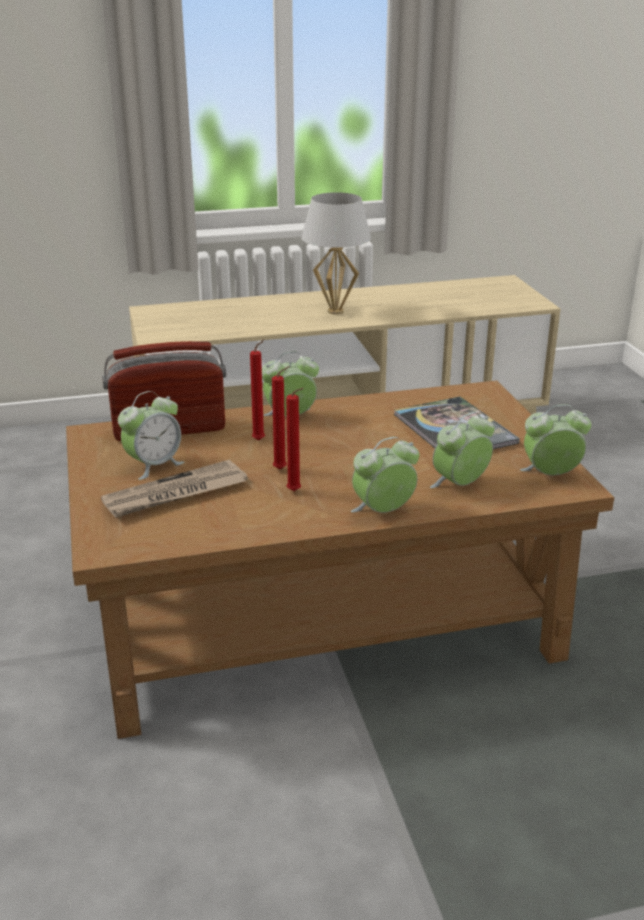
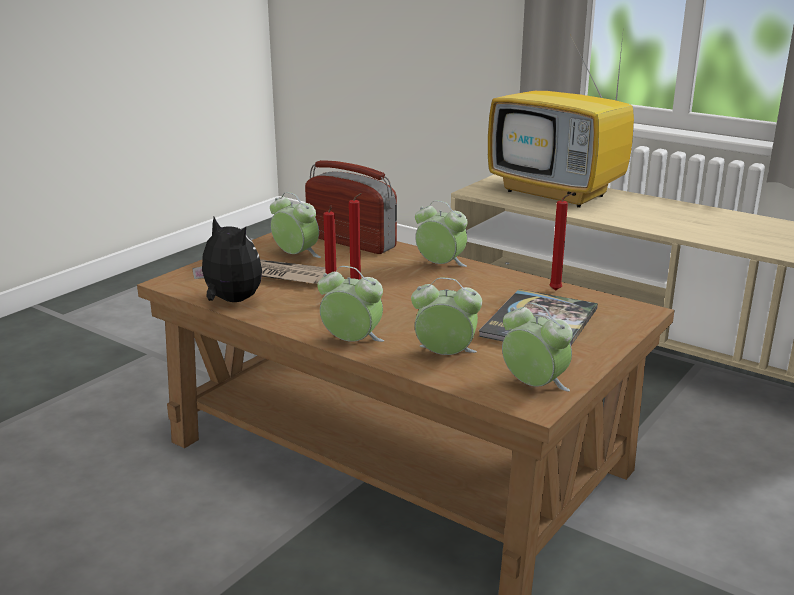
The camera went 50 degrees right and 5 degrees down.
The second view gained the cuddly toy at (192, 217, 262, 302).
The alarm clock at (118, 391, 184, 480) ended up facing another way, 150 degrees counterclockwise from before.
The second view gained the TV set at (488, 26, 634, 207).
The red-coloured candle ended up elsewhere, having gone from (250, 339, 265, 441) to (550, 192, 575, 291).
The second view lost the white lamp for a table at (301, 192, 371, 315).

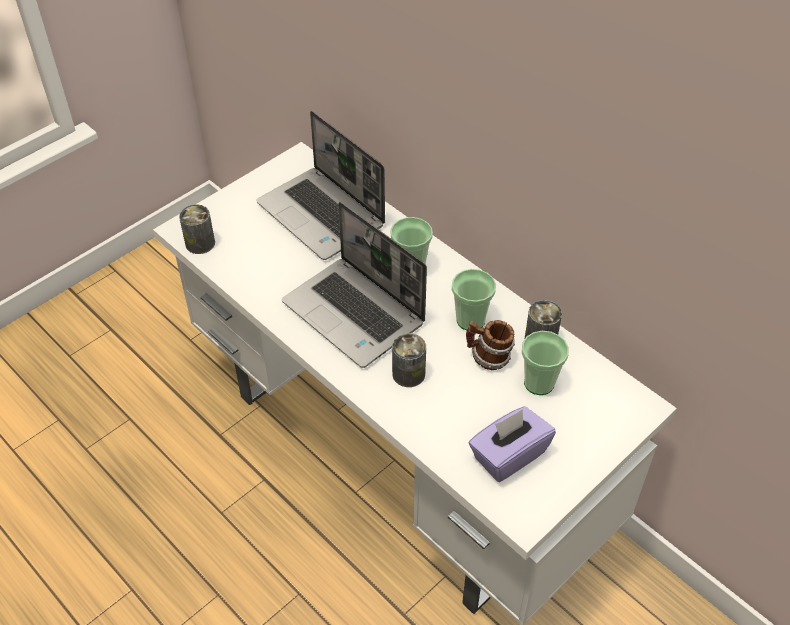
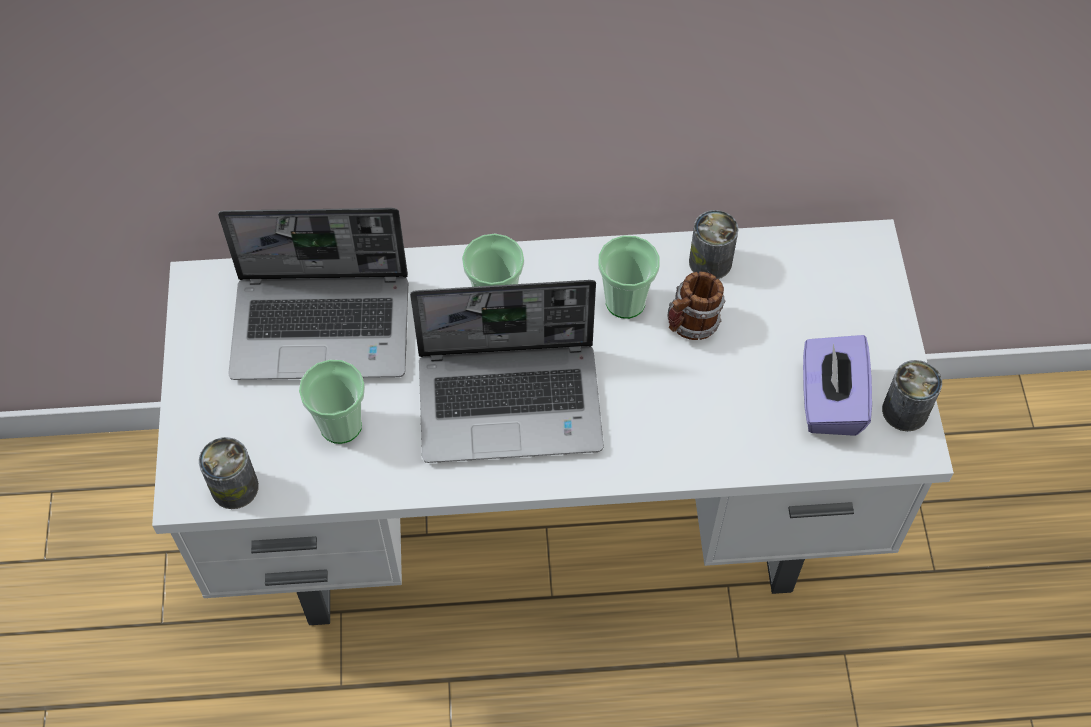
The camera went 50 degrees left and 10 degrees up.
The small cup ended up elsewhere, having gone from (522, 331, 569, 395) to (299, 360, 365, 444).
The metal can ended up elsewhere, having gone from (392, 333, 426, 387) to (882, 360, 942, 431).

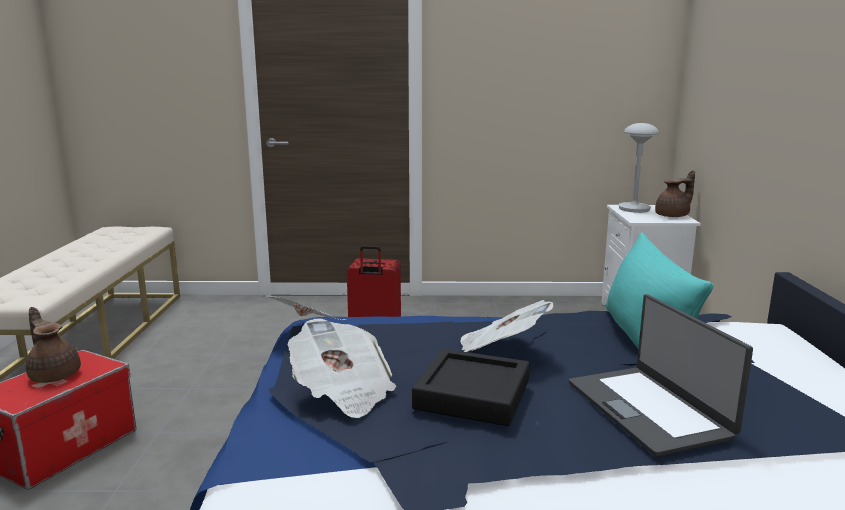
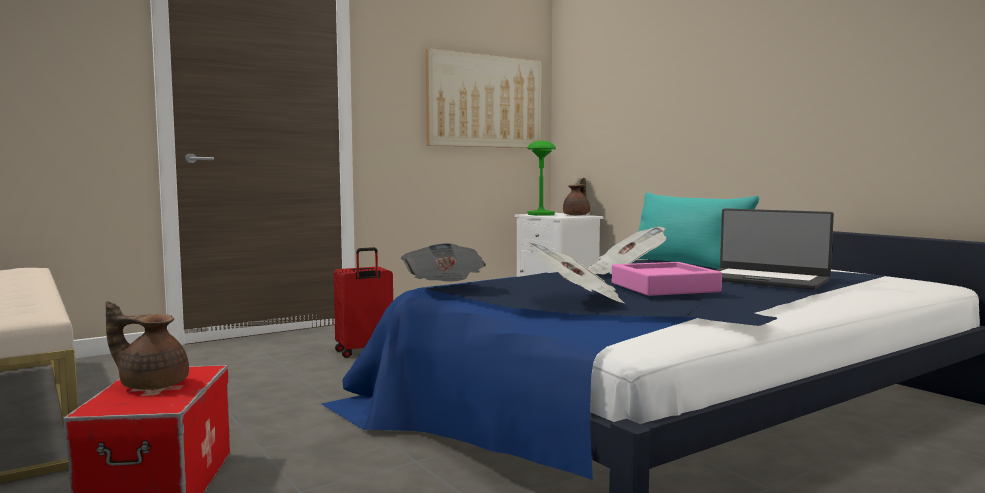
The camera went 35 degrees left and 10 degrees down.
The second view gained the wall picture at (426, 48, 542, 148).
What was the grey lamp for a table at (618, 123, 659, 213) turned into the green-coloured lamp for a table at (527, 141, 556, 216).
What was the black-coloured tray at (412, 349, 530, 426) turned into the pink tray at (612, 262, 722, 296).

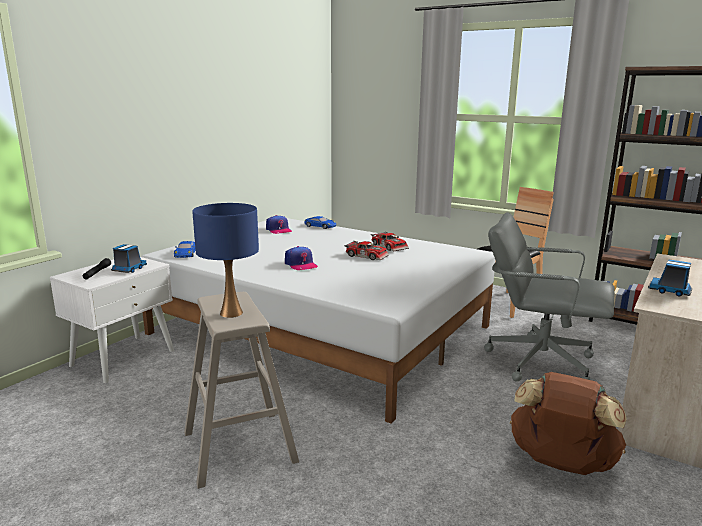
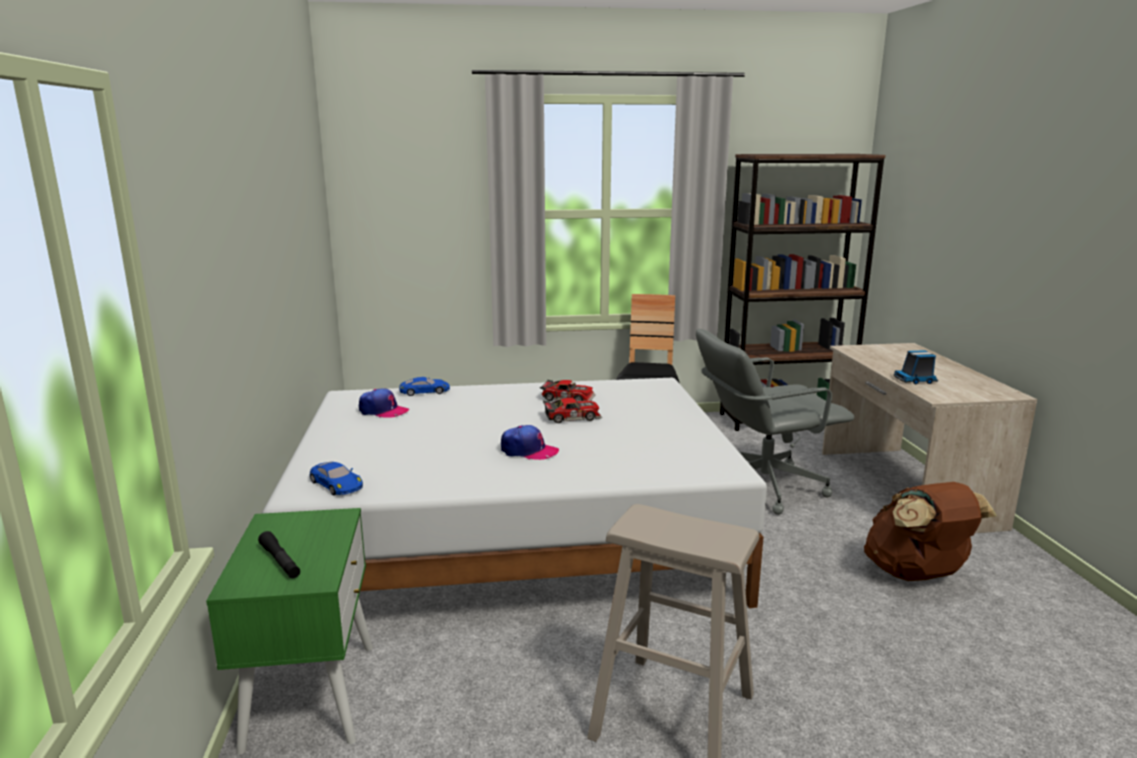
The camera went 40 degrees left and 0 degrees up.
What was the white night table at (50, 257, 174, 383) turned into the green-coloured night table at (206, 508, 373, 755).
The second view lost the toy truck at (111, 244, 147, 273).
The second view lost the blue lamp for a table at (192, 203, 259, 318).

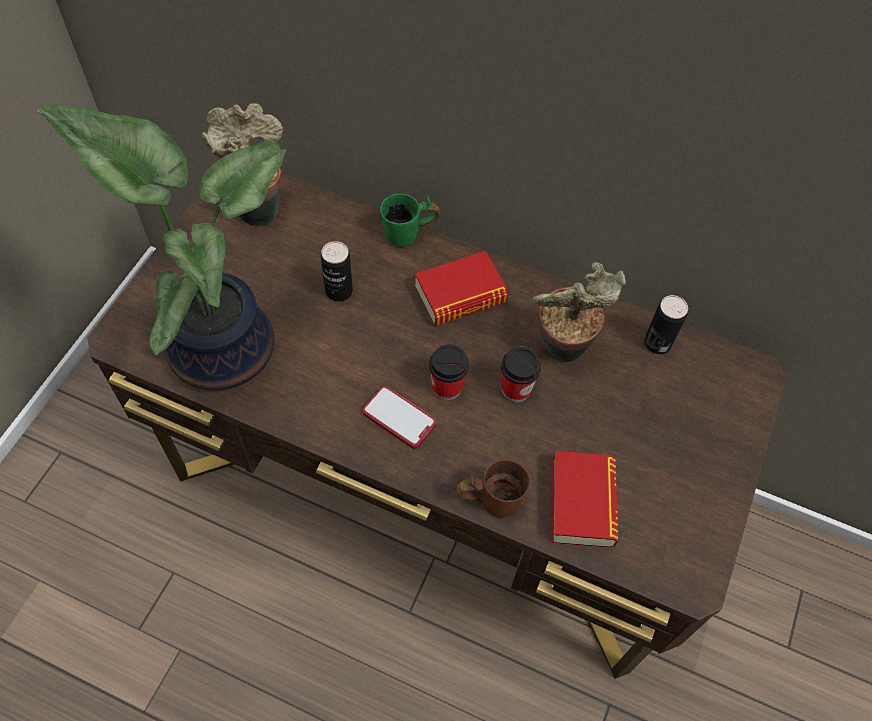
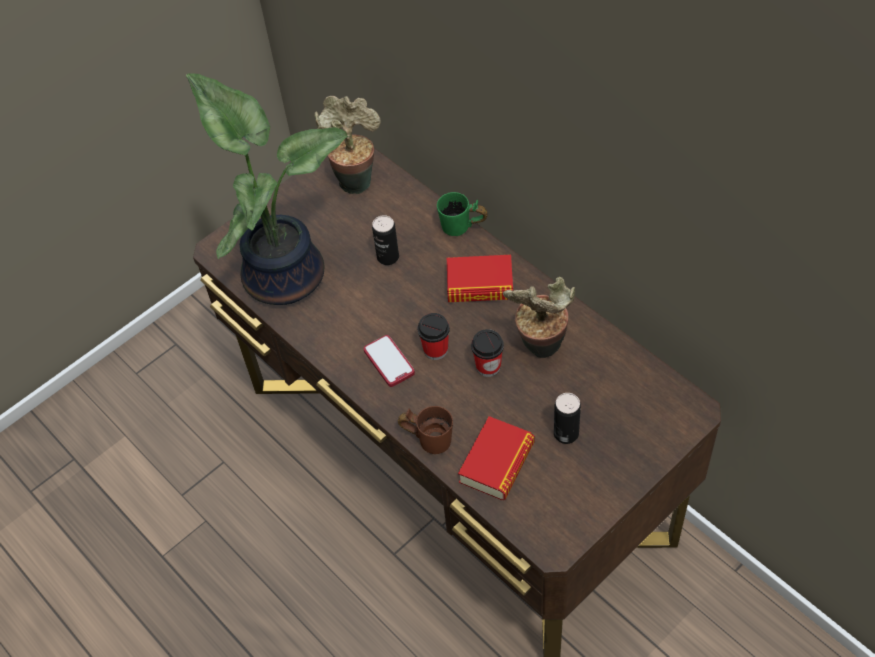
The camera went 30 degrees right and 5 degrees down.
The metal can ended up elsewhere, having gone from (644, 295, 688, 354) to (554, 393, 581, 444).

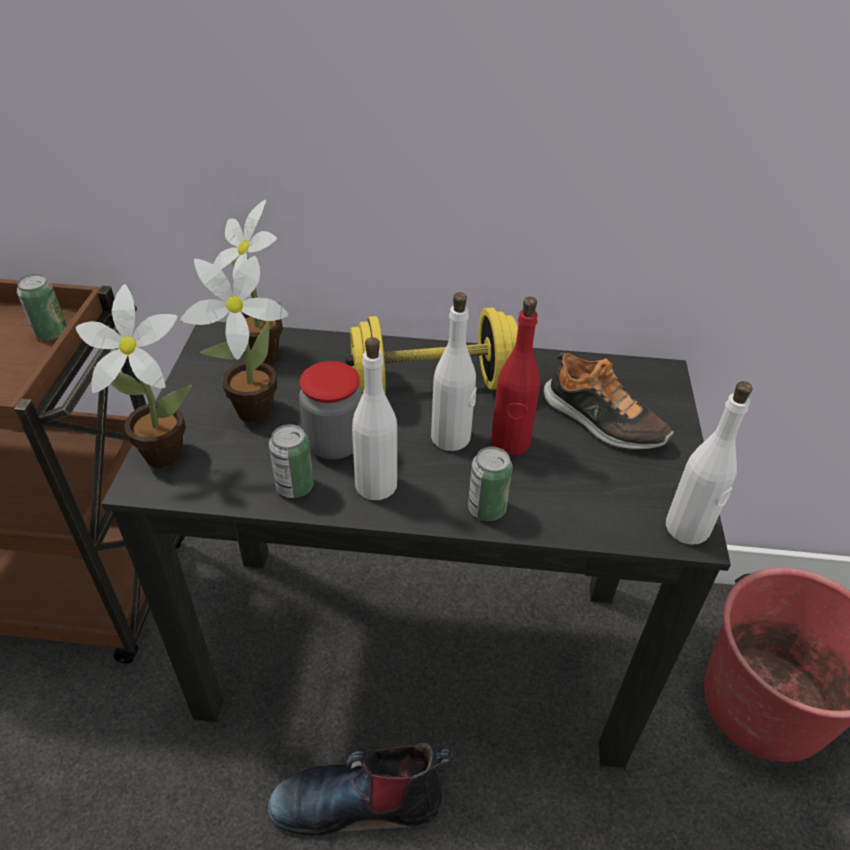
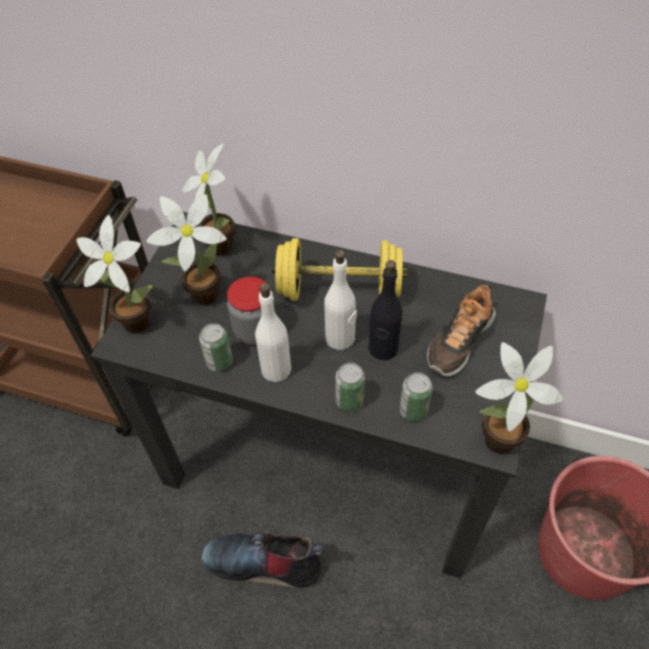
The camera went 15 degrees right and 10 degrees up.
What was the red-coloured beverage bottle at (491, 297, 540, 455) turned into the black-coloured beverage bottle at (368, 260, 402, 360).
The metal can ended up elsewhere, having gone from (17, 274, 67, 340) to (400, 372, 433, 422).
The item of footwear at (543, 352, 674, 450) ended up facing another way, 75 degrees clockwise from before.
Where the white beverage bottle stood at (666, 381, 752, 545), the houseplant came to stand at (475, 342, 563, 454).

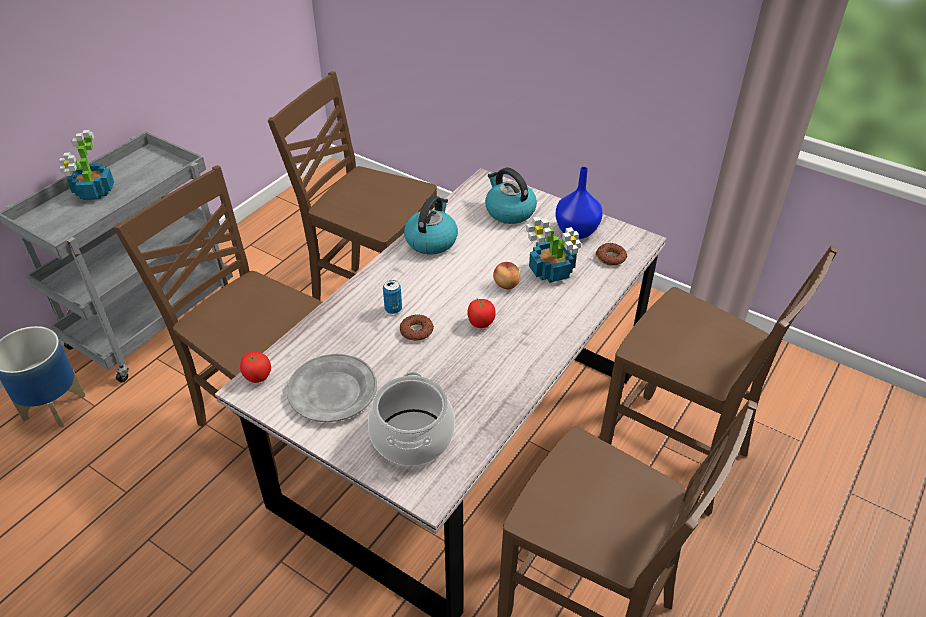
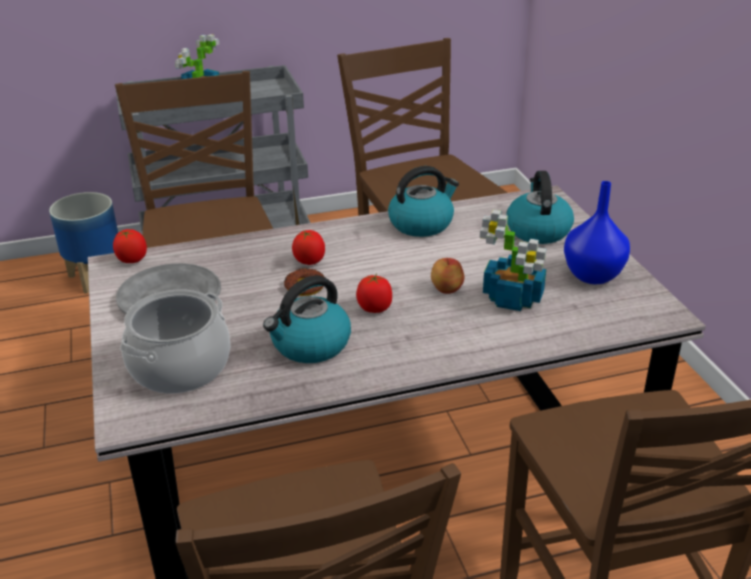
The camera went 40 degrees right and 10 degrees down.
The second view gained the kettle at (263, 275, 351, 363).
Where the metal can stood at (383, 280, 402, 314), the whole tomato came to stand at (292, 230, 325, 265).
The second view lost the doughnut at (595, 243, 627, 266).

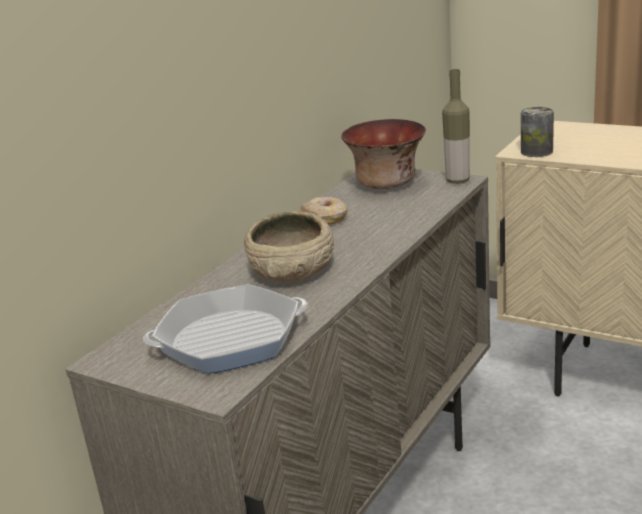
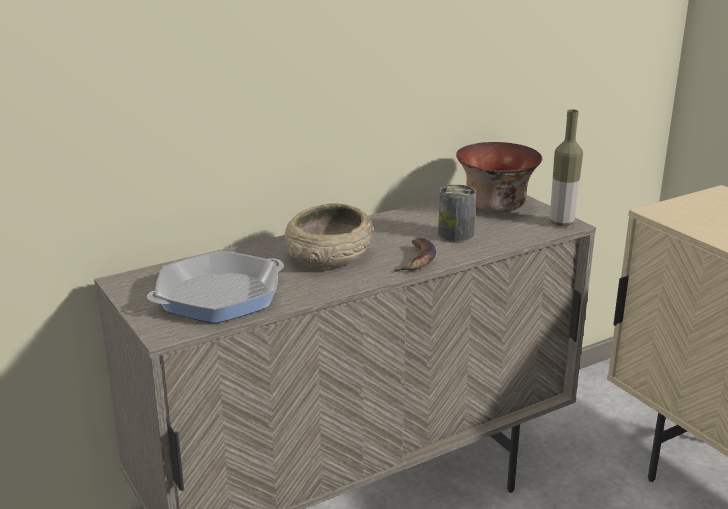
The camera went 25 degrees right and 0 degrees up.
The skillet at (143, 284, 308, 374) ended up facing another way, 135 degrees clockwise from before.
The second view gained the whole banana at (391, 238, 436, 273).
The metal can ended up elsewhere, having gone from (521, 107, 554, 157) to (438, 185, 476, 243).
The second view lost the doughnut at (301, 197, 348, 225).

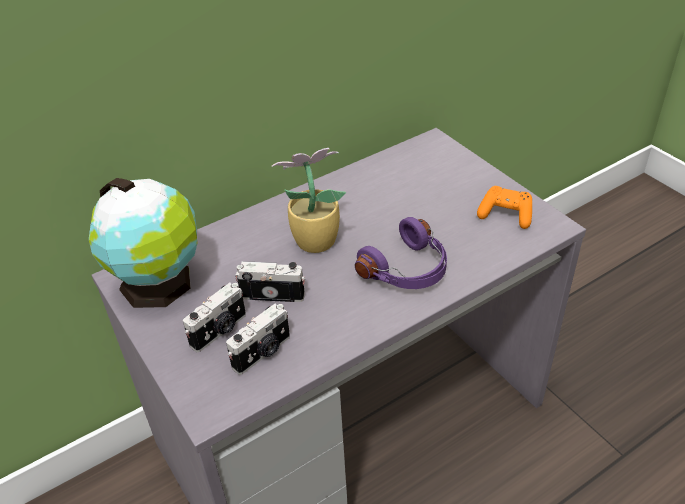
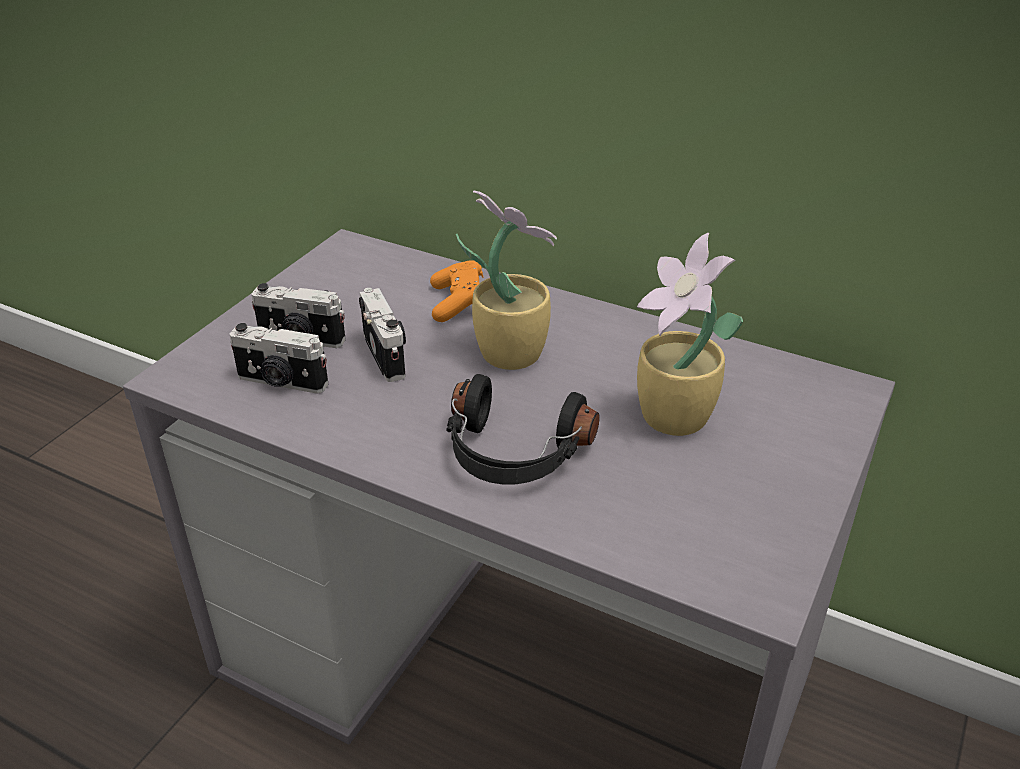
The camera went 60 degrees right and 5 degrees down.
The orange joypad ended up elsewhere, having gone from (477, 186, 532, 229) to (430, 260, 483, 322).
What was the purple pair of headphones at (355, 217, 447, 289) turned into the black-coloured pair of headphones at (446, 374, 600, 485).
The second view gained the houseplant at (637, 233, 743, 436).
The second view lost the world globe at (89, 178, 198, 308).

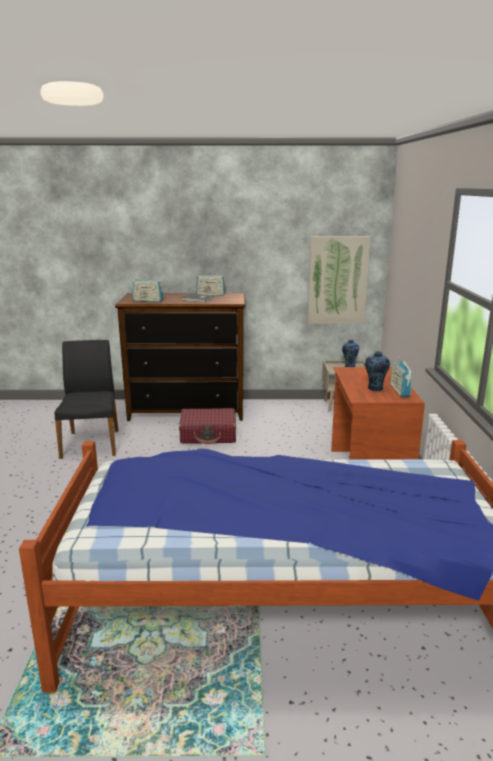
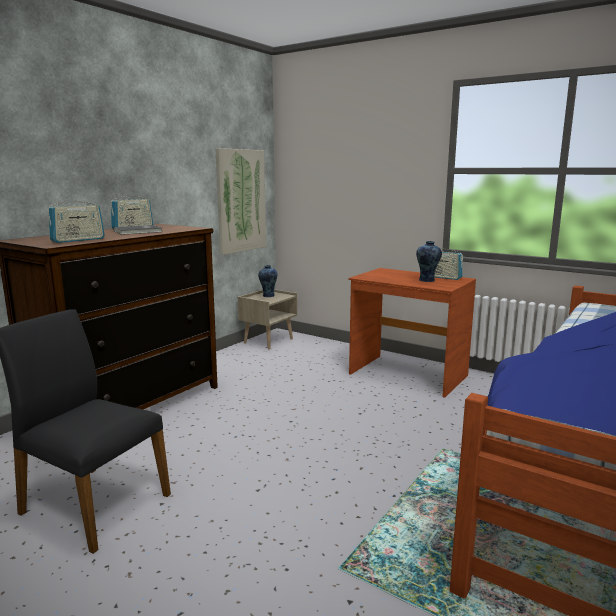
The camera went 55 degrees left and 5 degrees down.
The second view lost the red-coloured piece of luggage at (179, 408, 236, 445).

